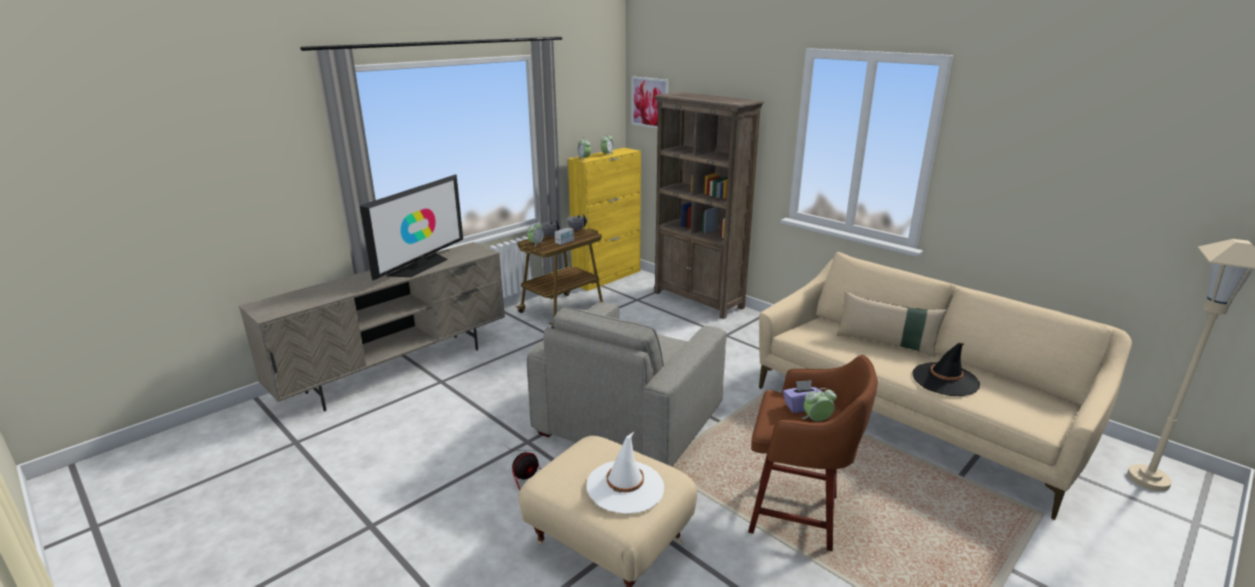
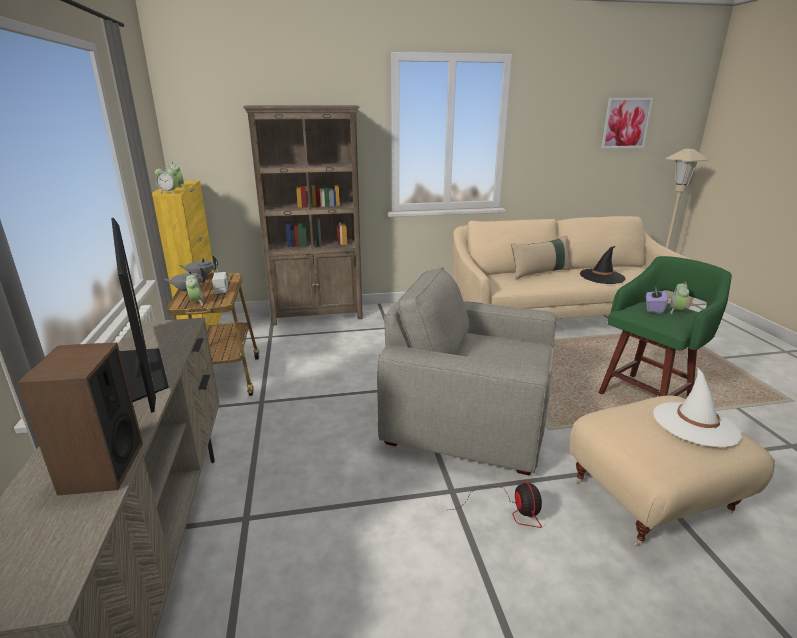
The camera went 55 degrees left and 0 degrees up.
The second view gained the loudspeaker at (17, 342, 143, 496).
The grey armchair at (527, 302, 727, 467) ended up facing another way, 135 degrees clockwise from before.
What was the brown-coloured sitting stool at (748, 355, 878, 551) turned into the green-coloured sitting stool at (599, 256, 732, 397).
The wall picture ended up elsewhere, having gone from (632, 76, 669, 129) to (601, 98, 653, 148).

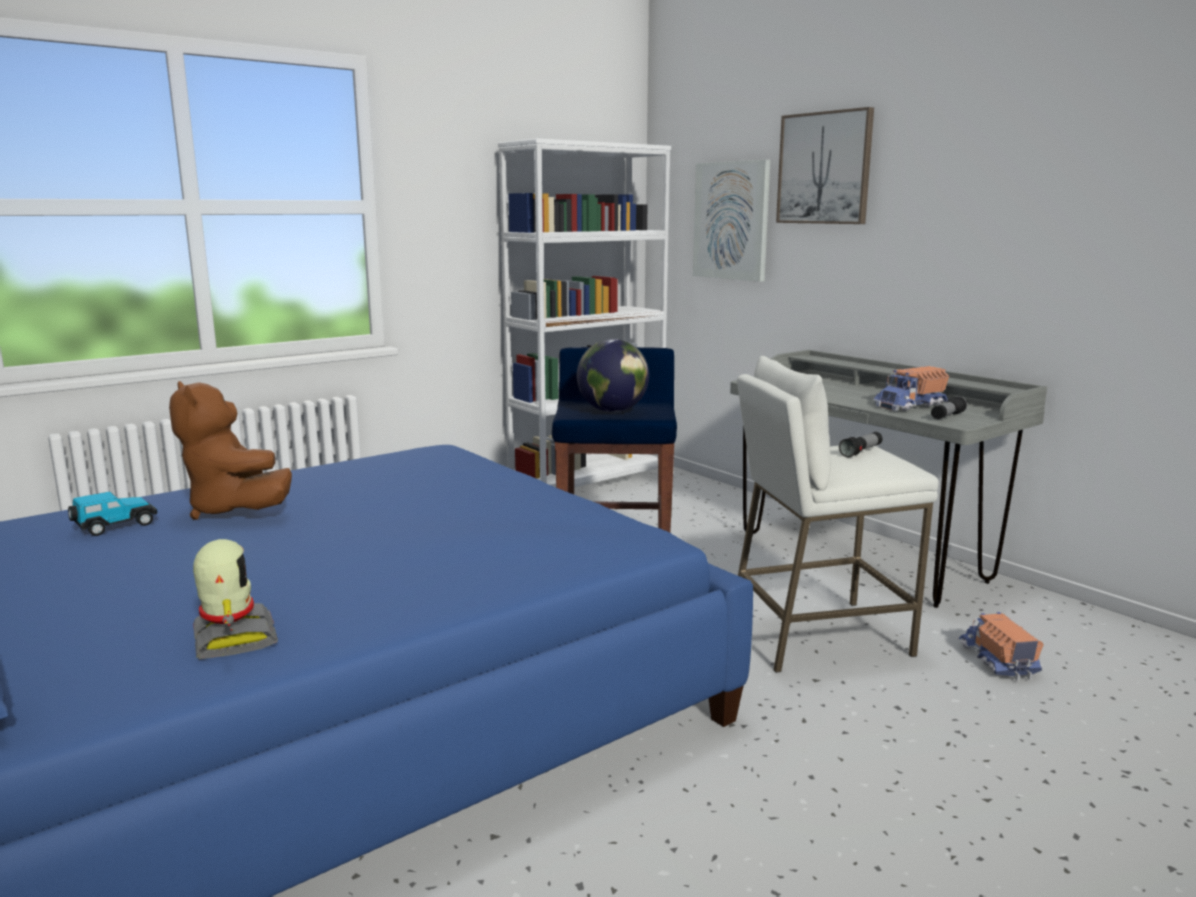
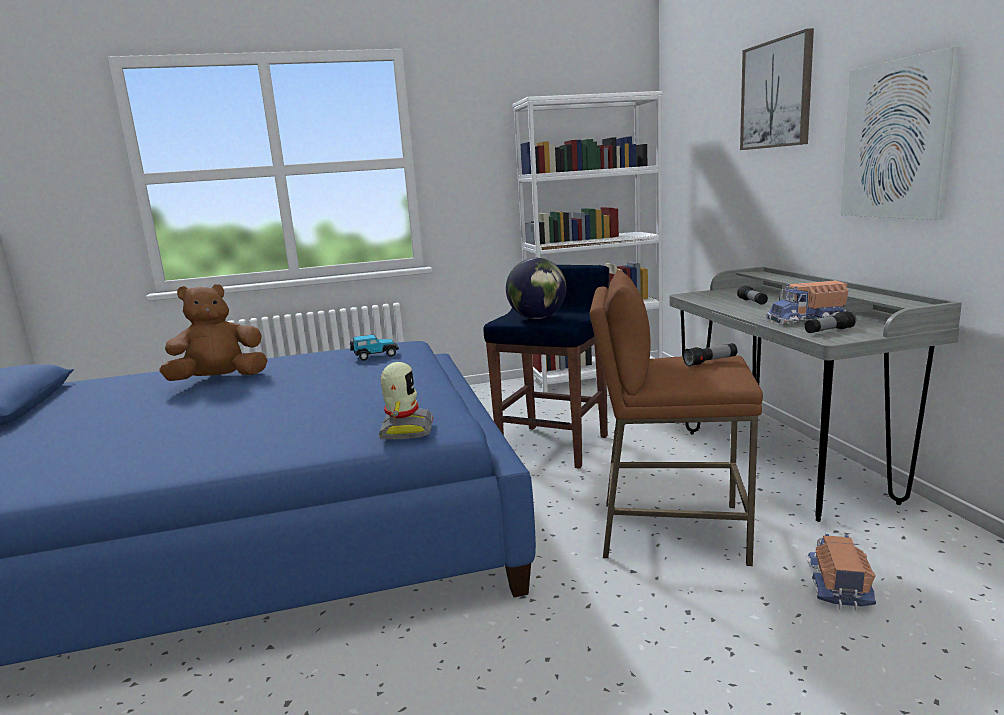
The camera went 25 degrees right and 0 degrees up.
The brown-coloured cuddly toy at (169, 381, 292, 520) ended up facing another way, 75 degrees clockwise from before.
The miniature car ended up elsewhere, having gone from (68, 492, 158, 536) to (350, 334, 399, 360).
The toy robot ended up elsewhere, having gone from (193, 539, 278, 659) to (379, 362, 434, 439).
What was the white sitting stool at (737, 356, 939, 673) turned into the brown-coloured sitting stool at (590, 270, 763, 566).
The second view gained the hand torch at (737, 285, 768, 305).
The wall picture ended up elsewhere, having gone from (693, 160, 770, 282) to (840, 46, 962, 220).

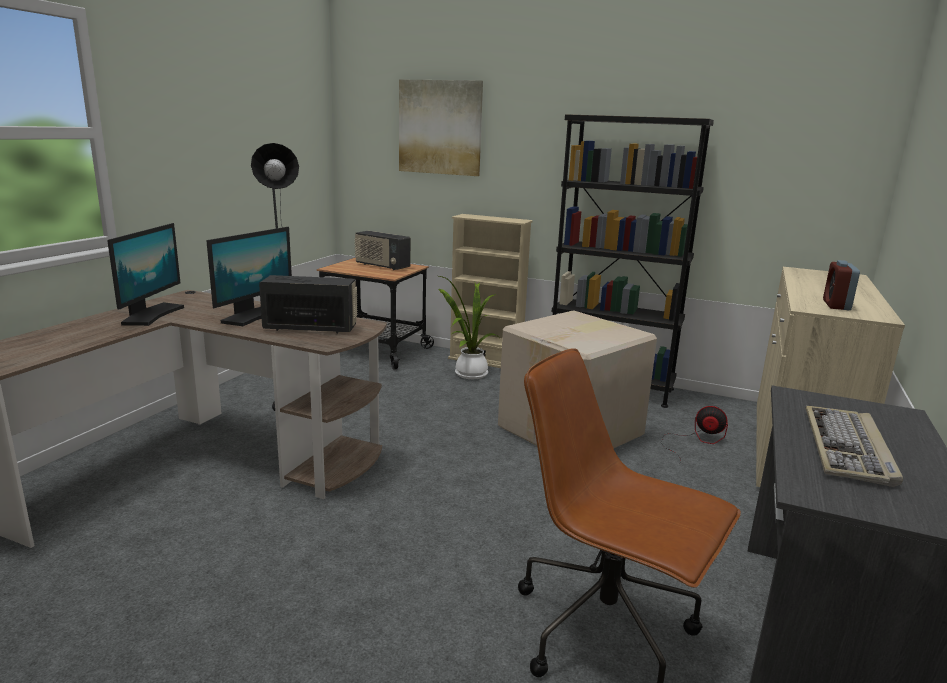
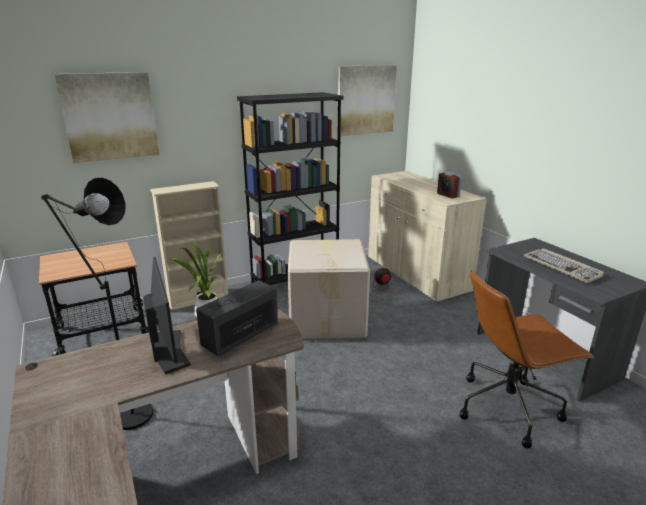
The camera went 50 degrees left and 5 degrees up.
The second view gained the wall picture at (337, 65, 397, 136).
The second view lost the monitor at (107, 223, 184, 326).
The second view lost the radio set at (354, 231, 411, 270).

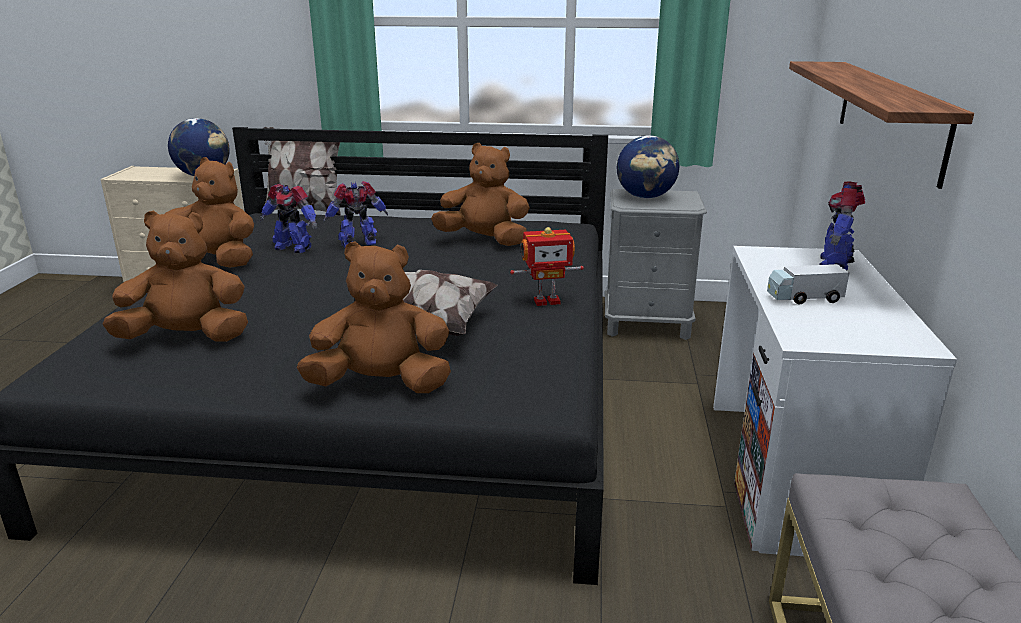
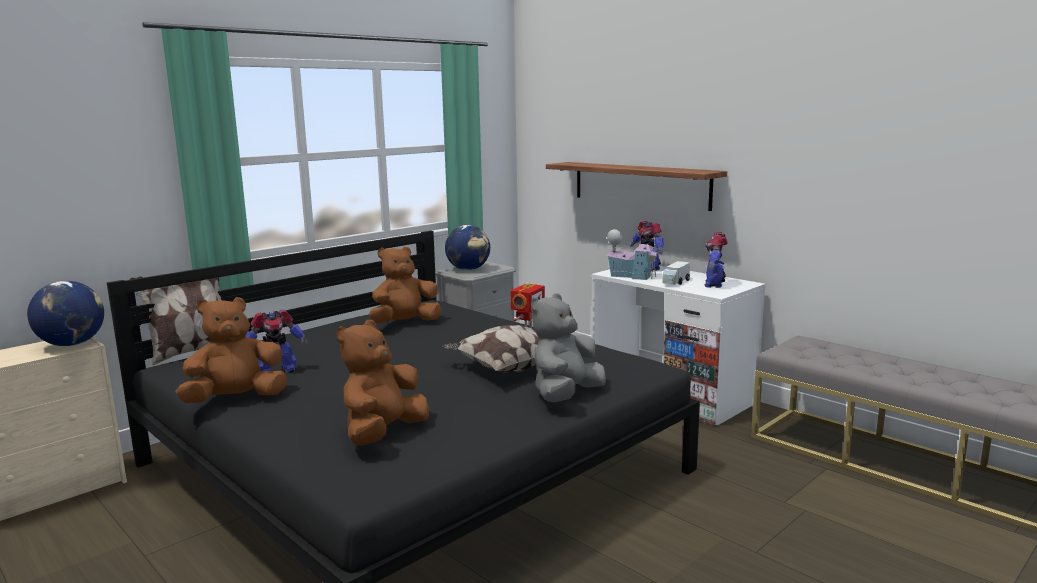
The camera went 50 degrees left and 10 degrees down.
What was the brown-coloured cuddly toy at (297, 241, 451, 393) turned into the grey cuddly toy at (531, 293, 606, 403).
The second view gained the model house at (606, 228, 658, 280).
The toy robot ended up elsewhere, having gone from (324, 181, 388, 248) to (704, 232, 728, 288).

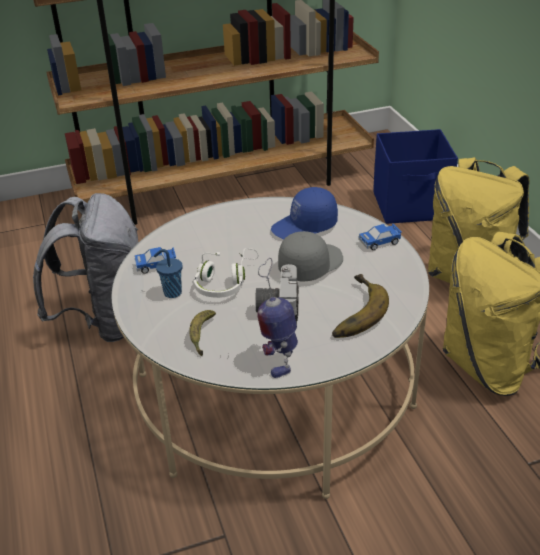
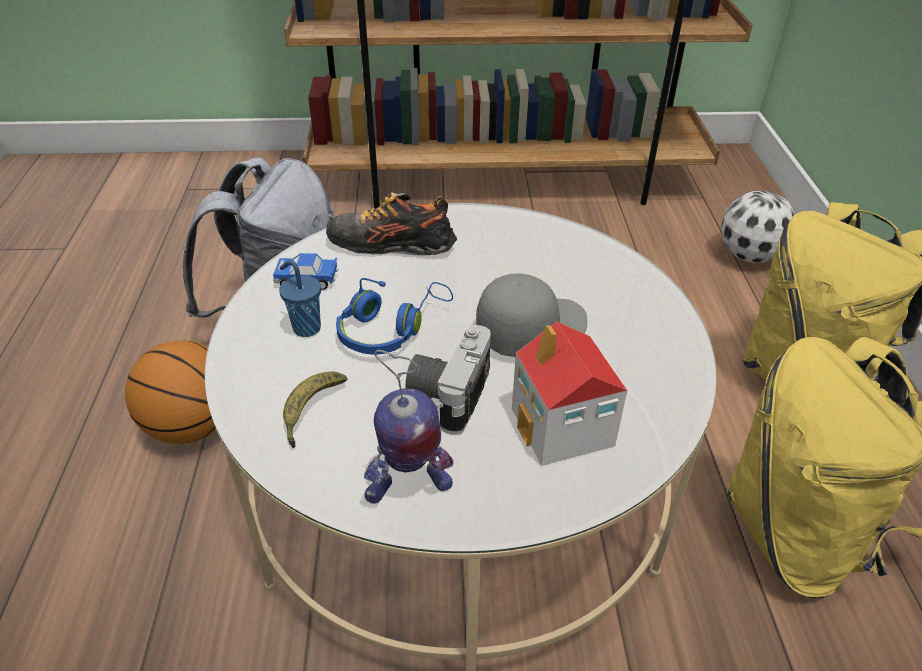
The camera went 15 degrees right and 5 degrees up.
The second view gained the basketball ball at (125, 340, 216, 444).
The second view gained the item of footwear at (326, 192, 457, 255).
What was the white pair of headphones at (194, 248, 259, 298) turned into the blue pair of headphones at (336, 278, 453, 355).
The toy robot at (258, 258, 298, 378) ended up facing another way, 120 degrees counterclockwise from before.
Where the whole banana stood at (332, 274, 389, 338), the model house came to stand at (512, 321, 627, 466).
Where the blue storage box stood at (373, 129, 458, 224), the football came to stand at (721, 191, 796, 263).
The second view lost the blue cap at (271, 187, 338, 240).
The second view lost the miniature car at (358, 224, 402, 250).

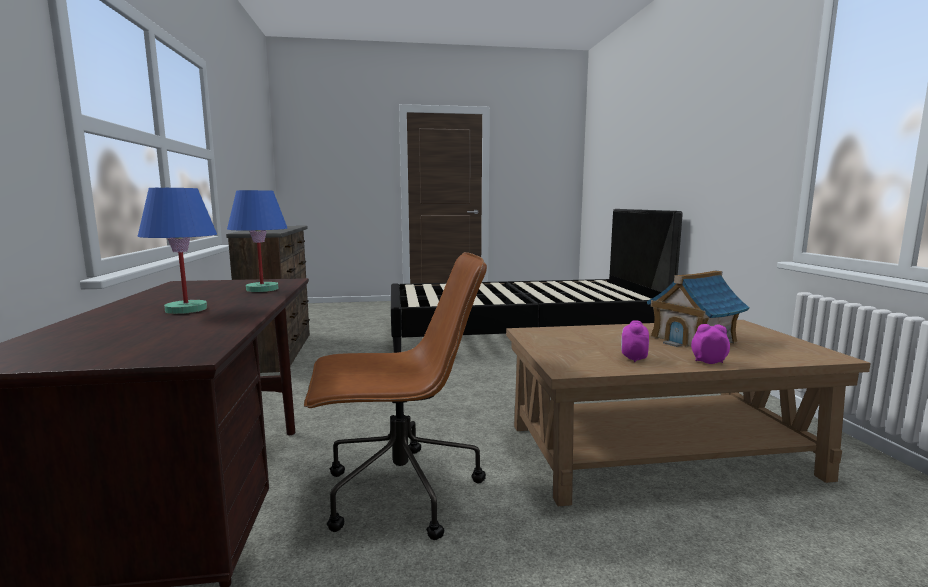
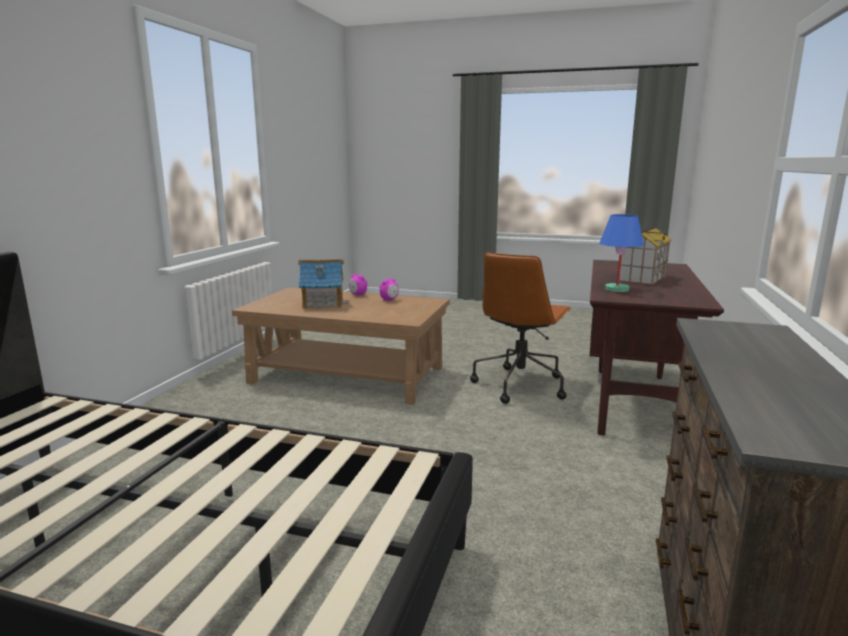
The camera went 155 degrees left and 5 degrees up.
The brown-coloured office chair at (304, 252, 487, 540) ended up facing another way, 75 degrees counterclockwise from before.
Where the blue lamp for a table stood at (137, 188, 217, 314), the model house came to stand at (619, 226, 671, 285).

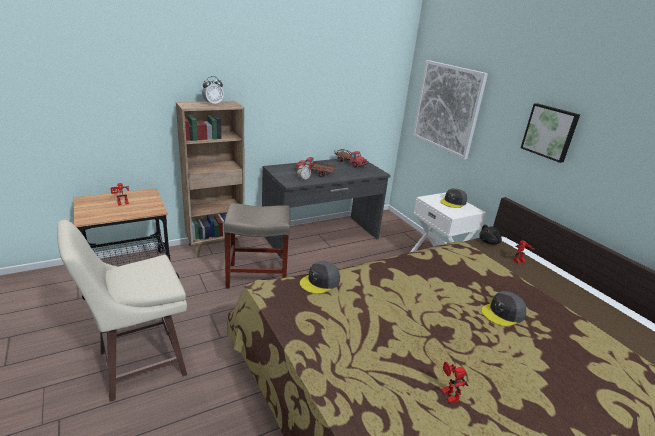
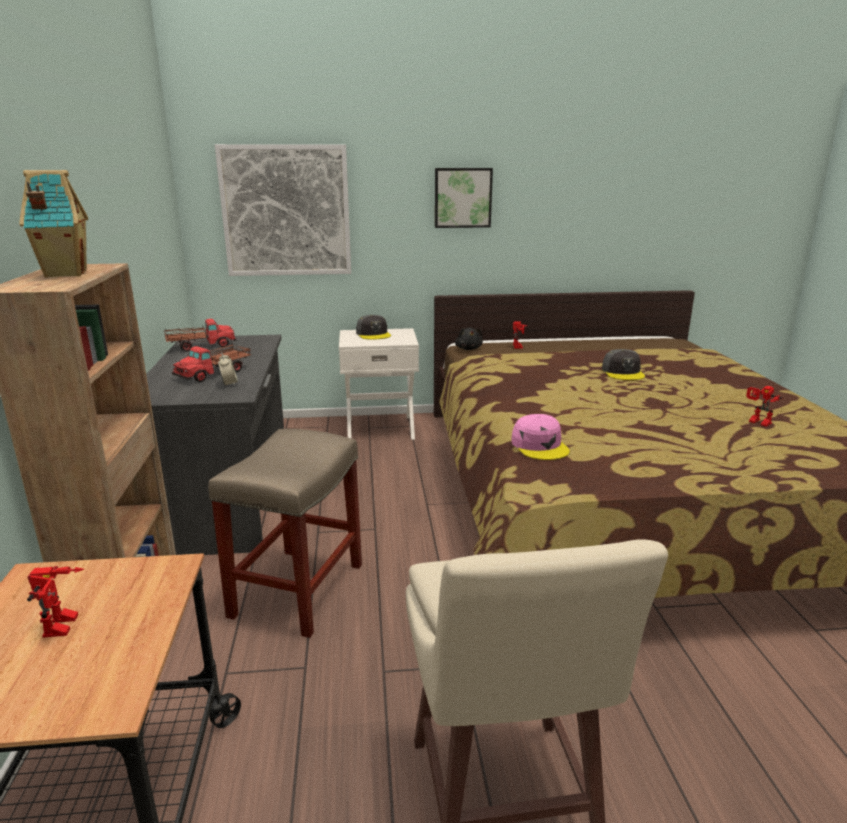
The camera went 65 degrees left and 5 degrees down.
Where the alarm clock stood at (202, 76, 224, 105), the model house came to stand at (19, 170, 88, 278).
What was the grey cap at (300, 261, 340, 294) turned into the pink cap at (511, 414, 570, 460).
The toy robot at (441, 362, 468, 404) ended up facing another way, 45 degrees clockwise from before.

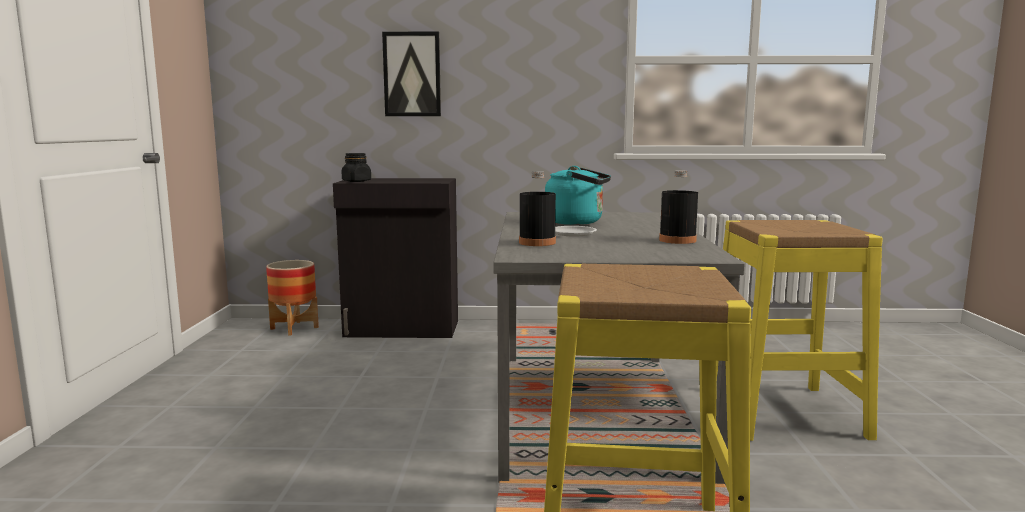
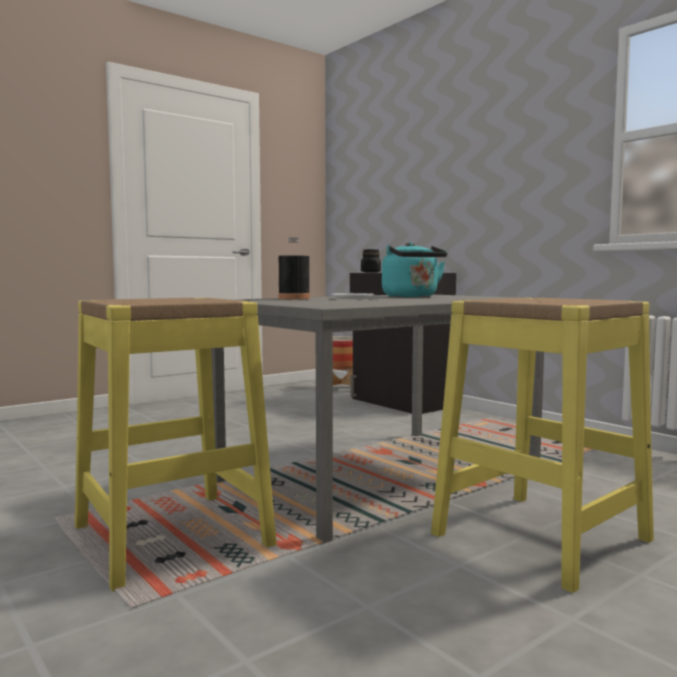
The camera went 50 degrees right and 5 degrees down.
The second view lost the wall picture at (382, 32, 441, 116).
The second view lost the black-coloured beverage bottle at (659, 170, 698, 244).

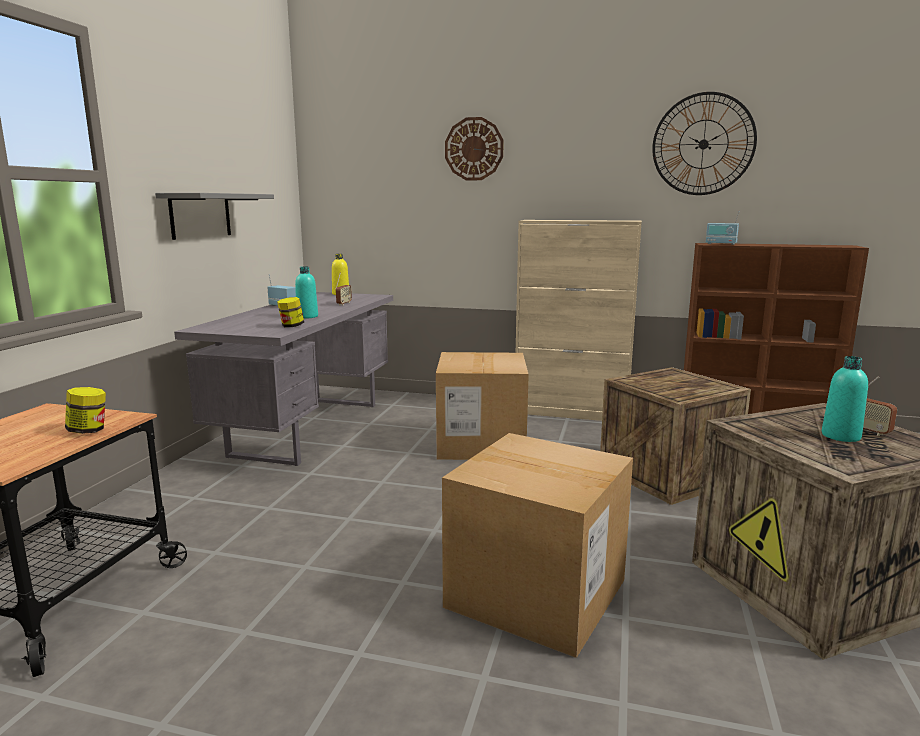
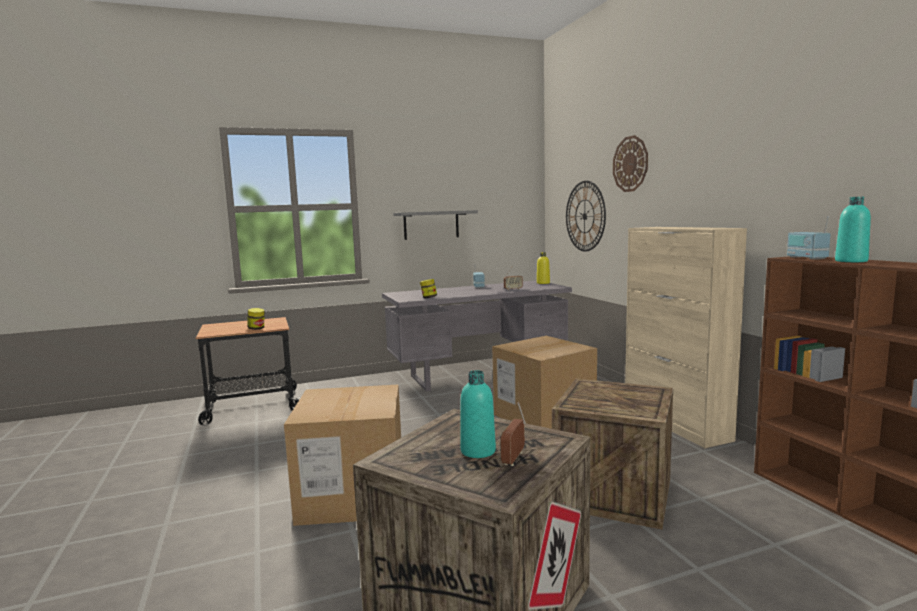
The camera went 55 degrees right and 5 degrees down.
The wall clock ended up elsewhere, having gone from (652, 92, 757, 195) to (566, 181, 606, 252).
The turquoise beverage bottle ended up elsewhere, having gone from (295, 266, 318, 318) to (835, 197, 871, 262).

